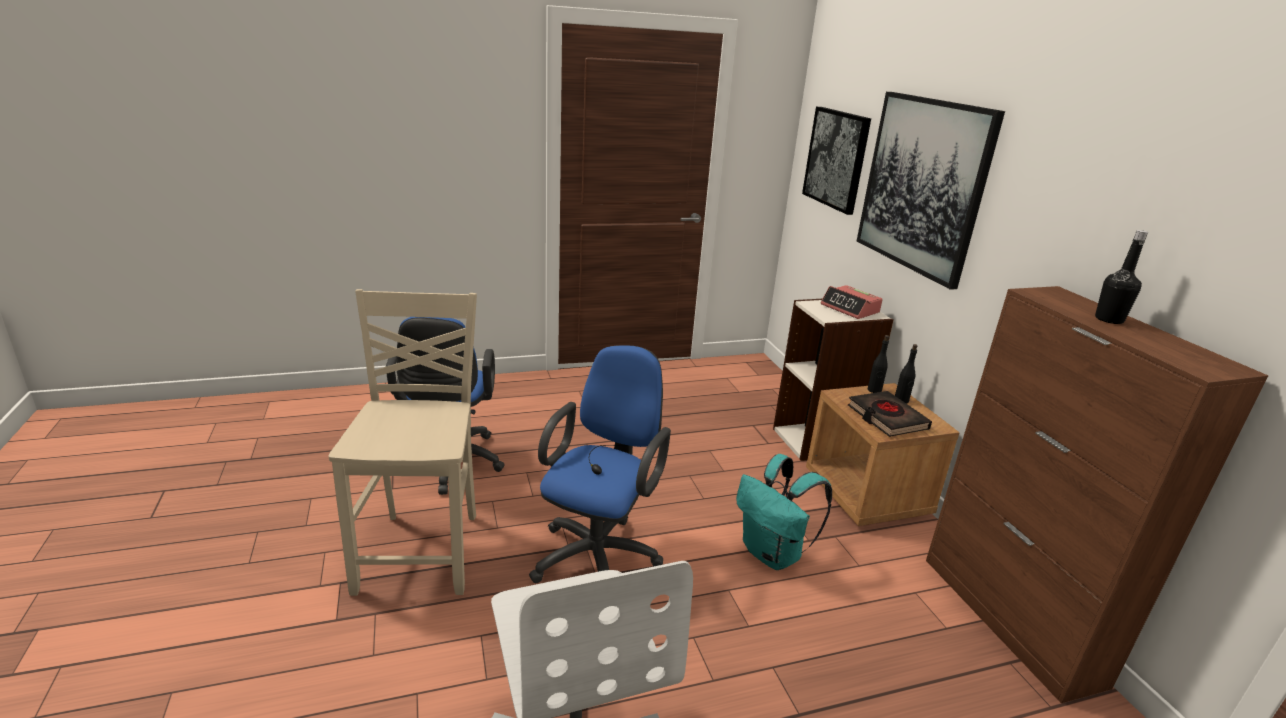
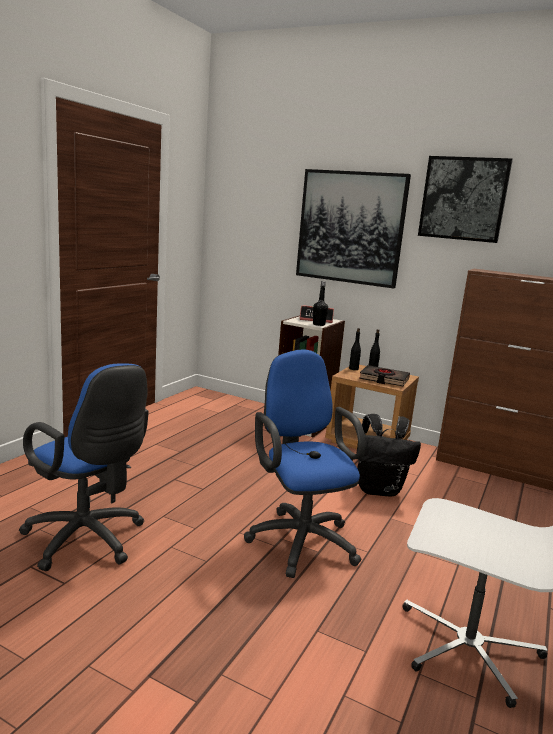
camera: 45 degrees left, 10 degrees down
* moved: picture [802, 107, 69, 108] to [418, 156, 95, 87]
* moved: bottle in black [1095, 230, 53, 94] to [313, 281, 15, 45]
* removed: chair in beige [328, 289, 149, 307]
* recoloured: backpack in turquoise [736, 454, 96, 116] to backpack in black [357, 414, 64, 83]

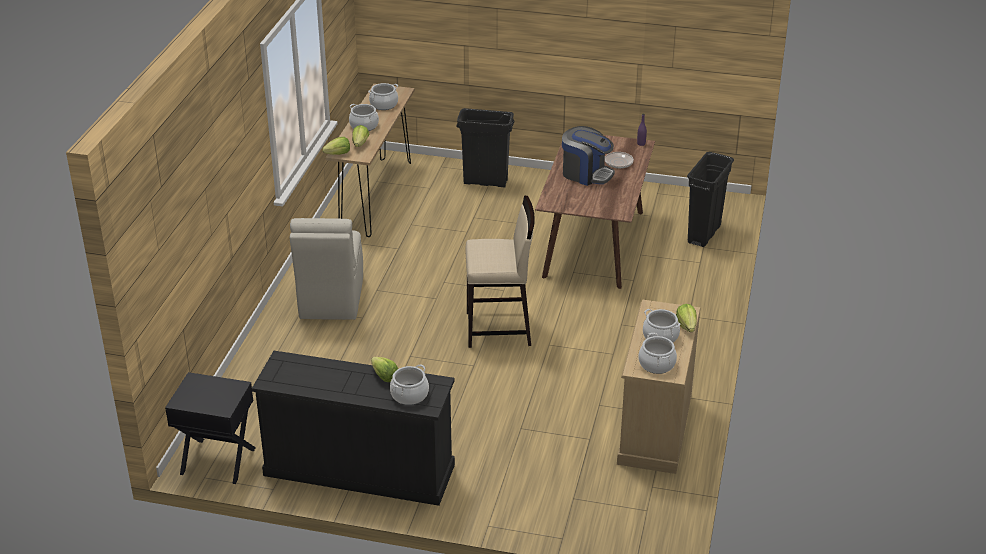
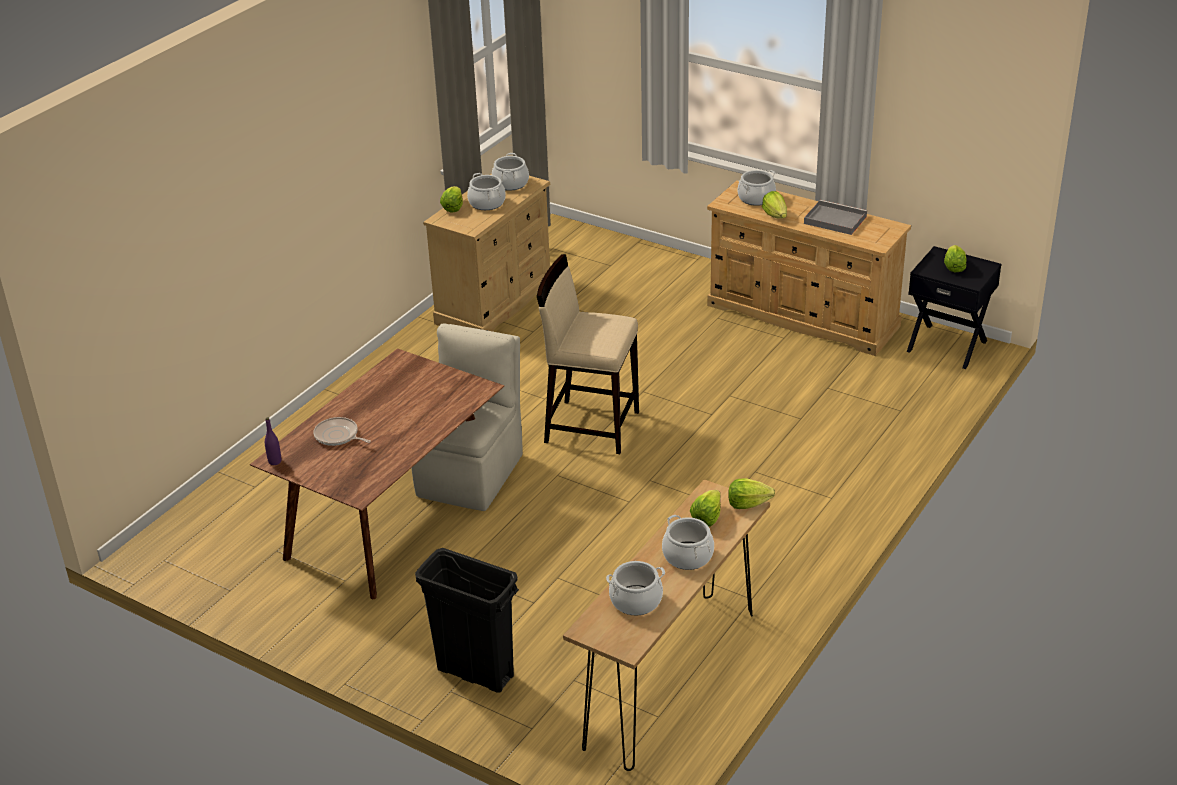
camera: 160 degrees left, 0 degrees up
* removed: coffee machine [562, 126, 53, 60]
* removed: trash can in black [687, 152, 47, 95]
* moved: chair in beige [290, 218, 73, 102] to [411, 323, 112, 188]
* recoloured: dresser in black [252, 351, 203, 155] to dresser in beige [707, 180, 204, 176]
* added: tray in grey [804, 200, 63, 35]
* added: lettuce [944, 245, 23, 27]

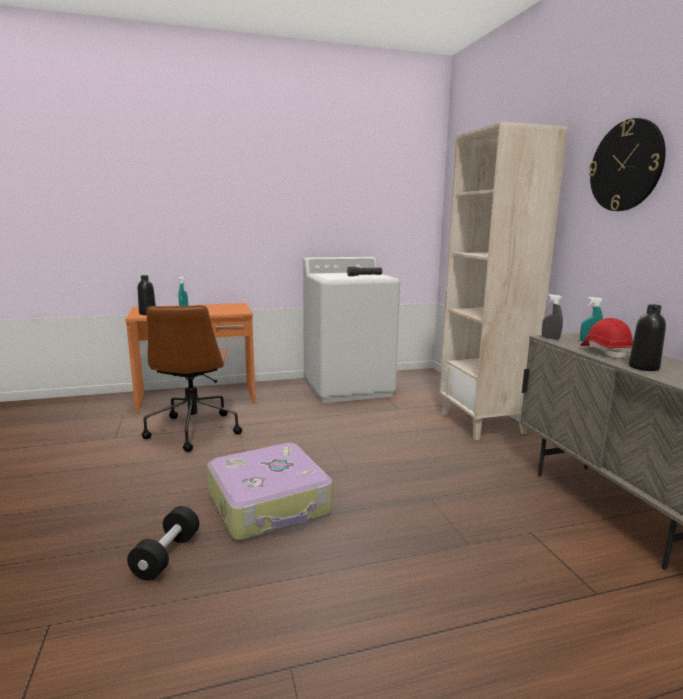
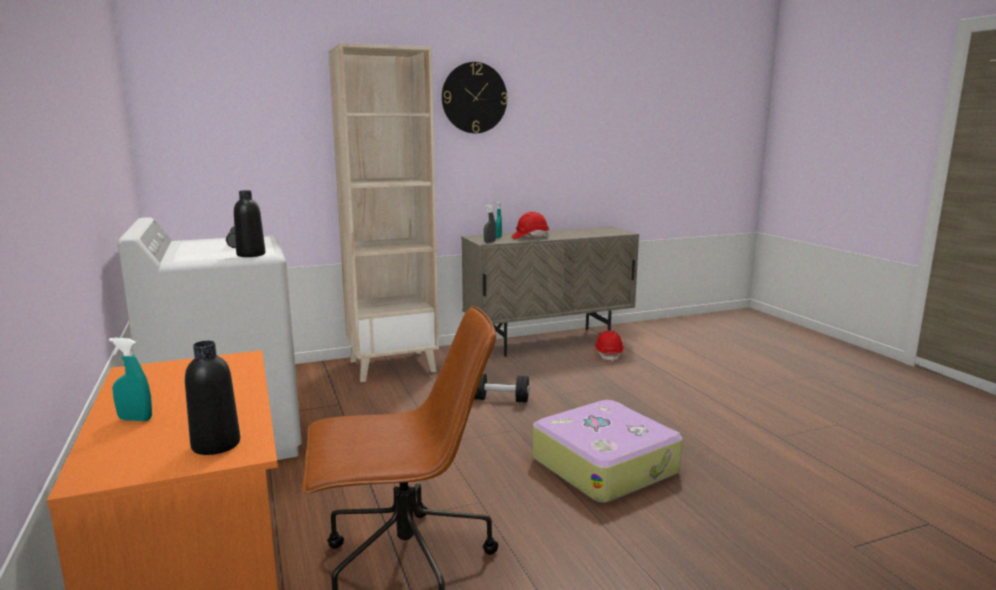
camera: 95 degrees left, 0 degrees up
* moved: bottle in black [629, 304, 37, 67] to [234, 190, 31, 67]
* moved: dumbbell in black [127, 506, 73, 75] to [474, 374, 55, 28]
* added: hard hat in red [594, 330, 30, 32]

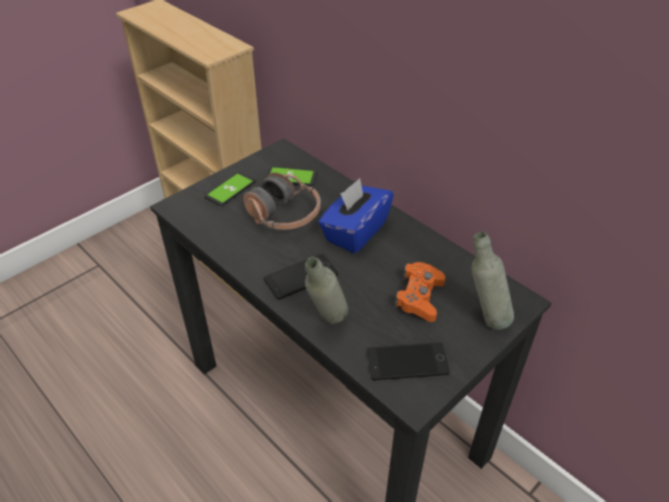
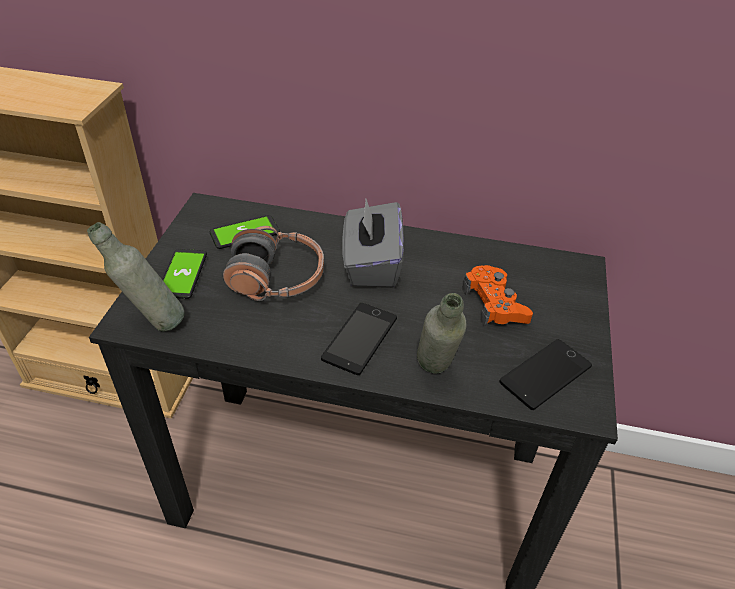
camera: 35 degrees left, 0 degrees up
* recoloured: tissue box in blue [318, 178, 76, 75] to tissue box in grey [342, 199, 62, 89]
* moved: bottle in grey [472, 232, 42, 98] to [87, 222, 98, 110]

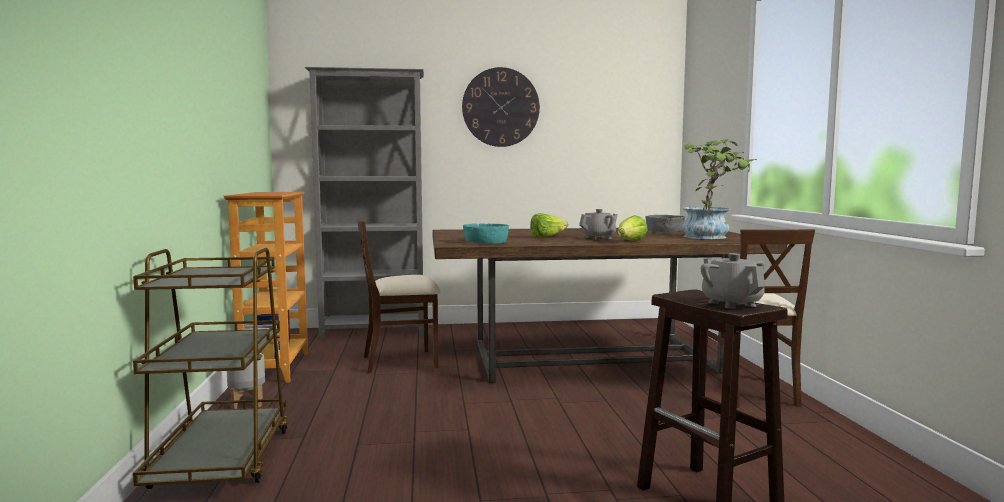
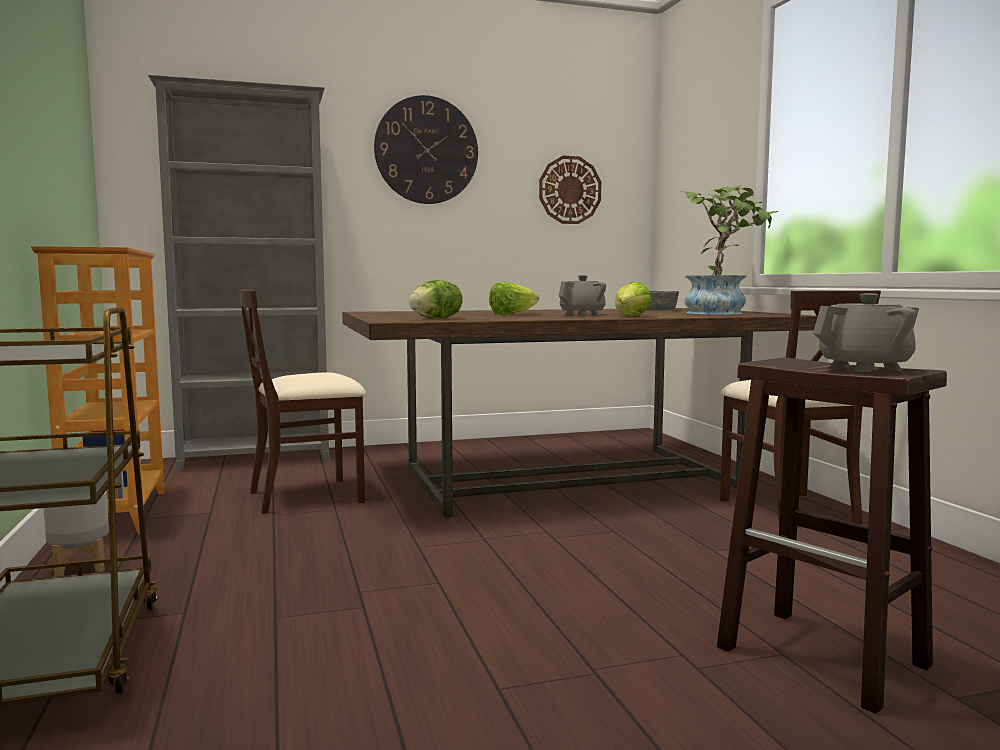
camera: 10 degrees left, 0 degrees up
* replaced: bowl in turquoise [463, 223, 46, 21] to lettuce [409, 280, 54, 39]
* turned: teapot in grey [701, 253, 64, 56] = [813, 293, 106, 79] 105 degrees clockwise
* added: wall clock [539, 156, 62, 68]

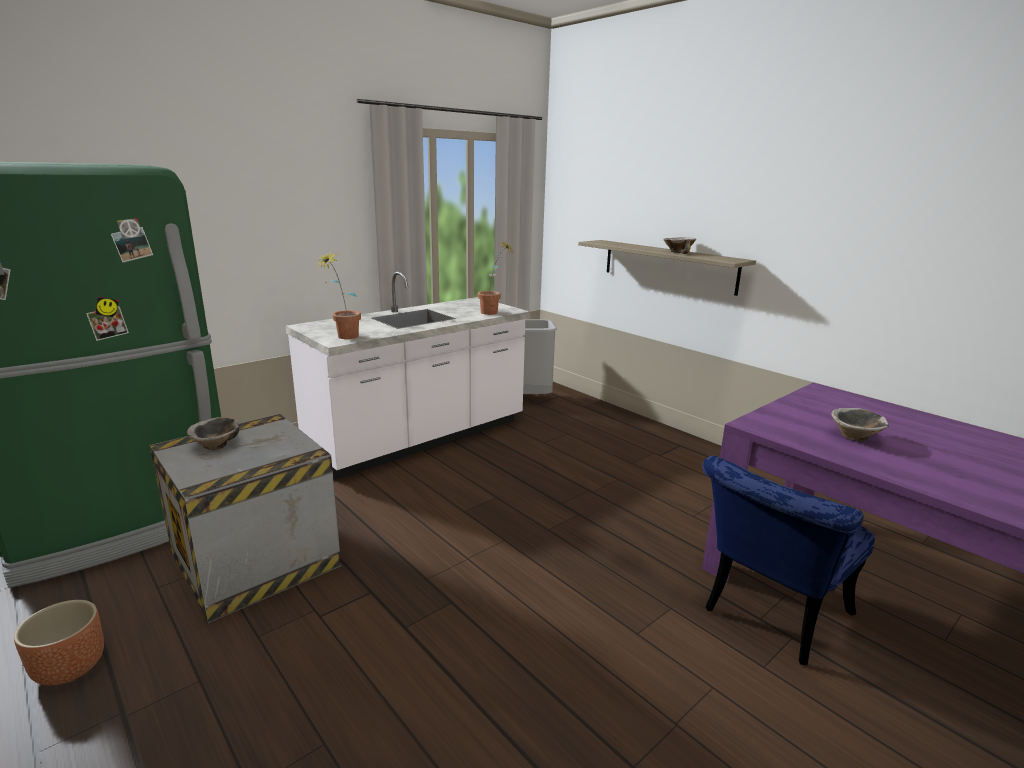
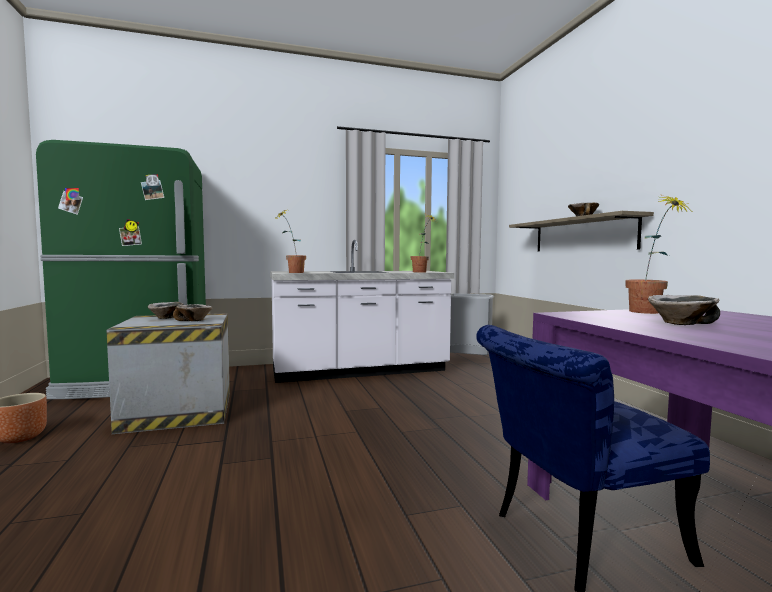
camera: 25 degrees right, 15 degrees down
* added: potted plant [625, 194, 66, 120]
* added: bowl [173, 304, 39, 17]

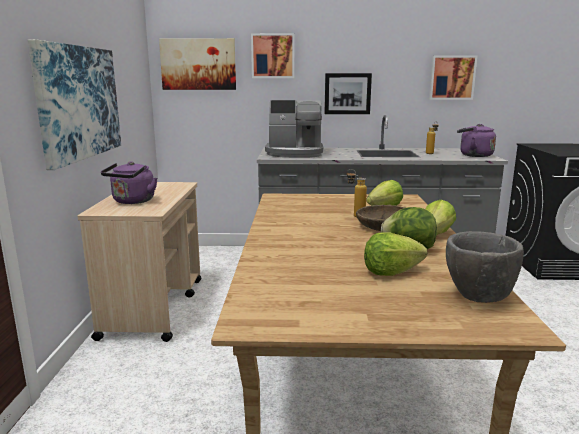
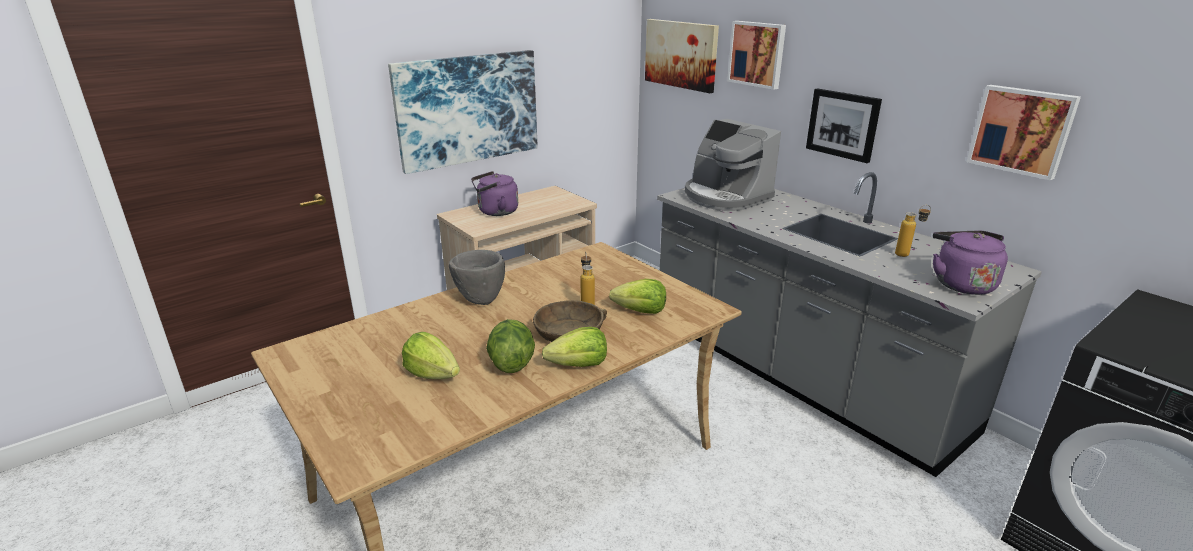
camera: 50 degrees right, 10 degrees up
* moved: bowl in grey [446, 231, 78, 72] to [449, 250, 56, 55]

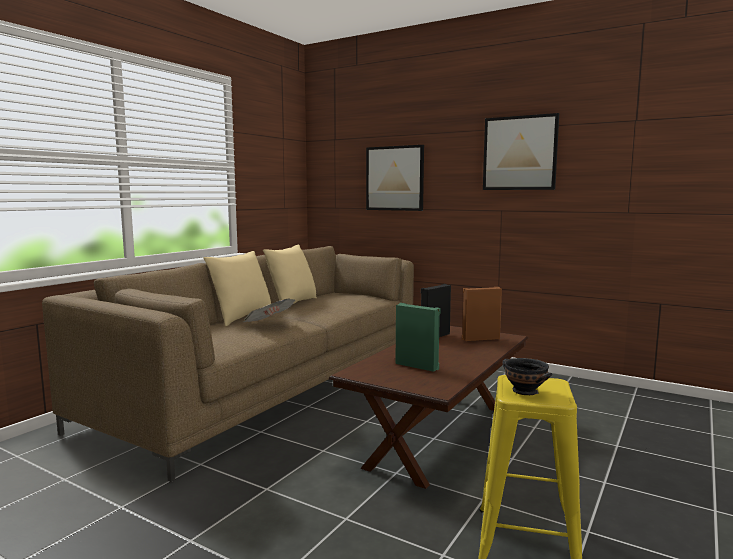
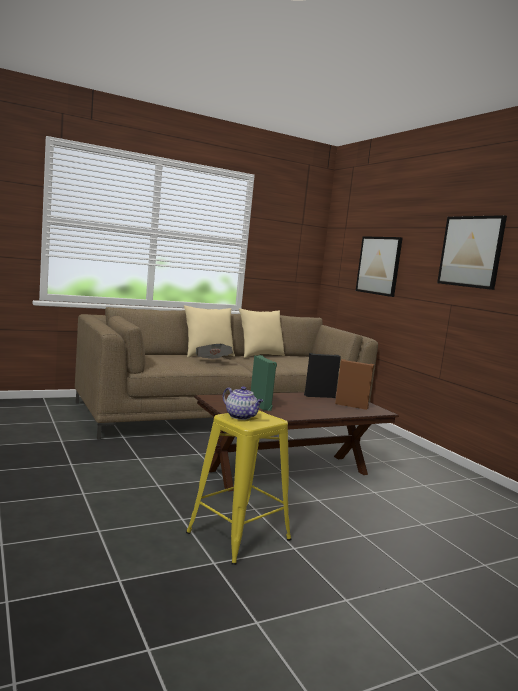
camera: 30 degrees right, 0 degrees up
* replaced: bowl in black [502, 358, 50, 37] to teapot [223, 386, 40, 34]

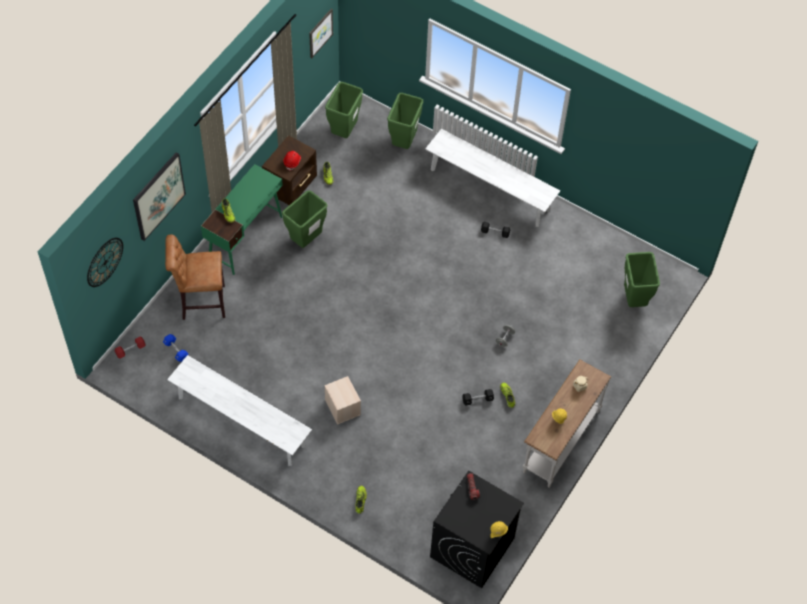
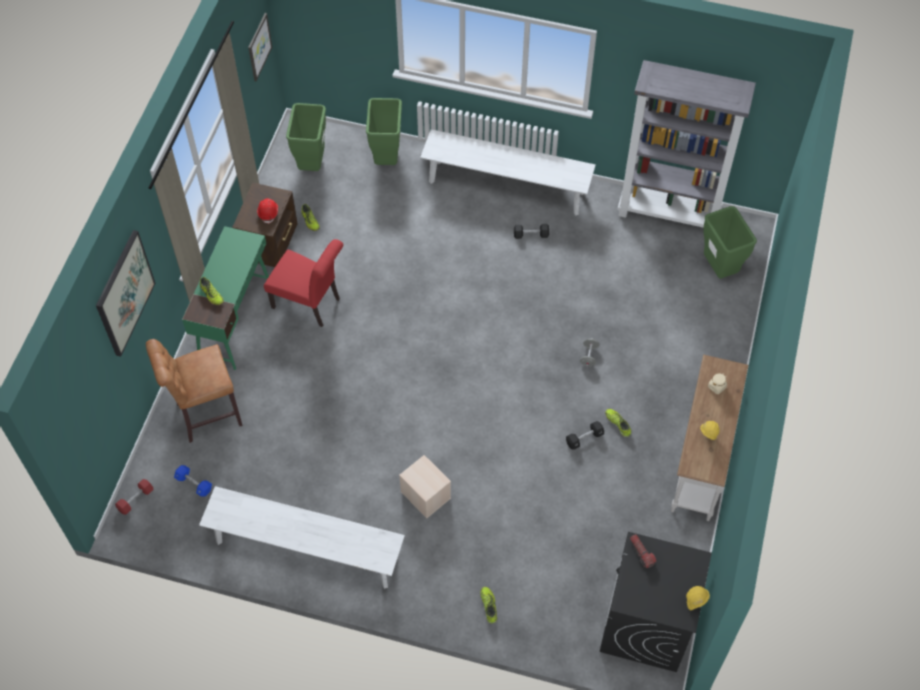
camera: 15 degrees left, 0 degrees up
* replaced: trash can in green [282, 190, 46, 58] to chair in red [264, 239, 79, 88]
* removed: wall clock [87, 238, 36, 49]
* added: bookcase in grey [618, 60, 138, 168]

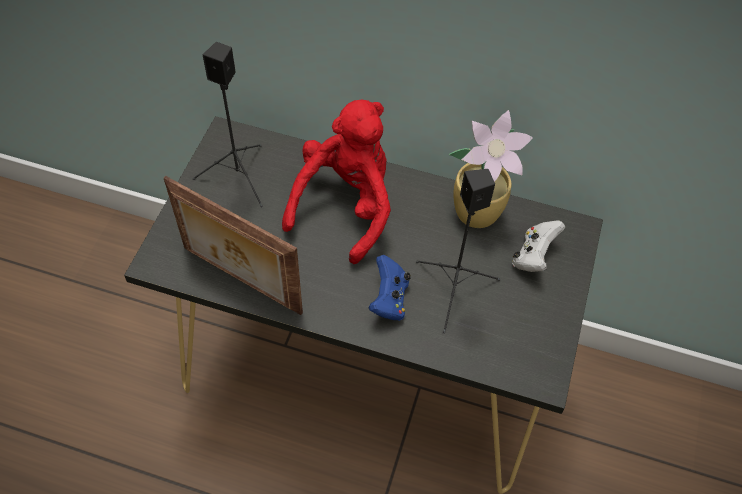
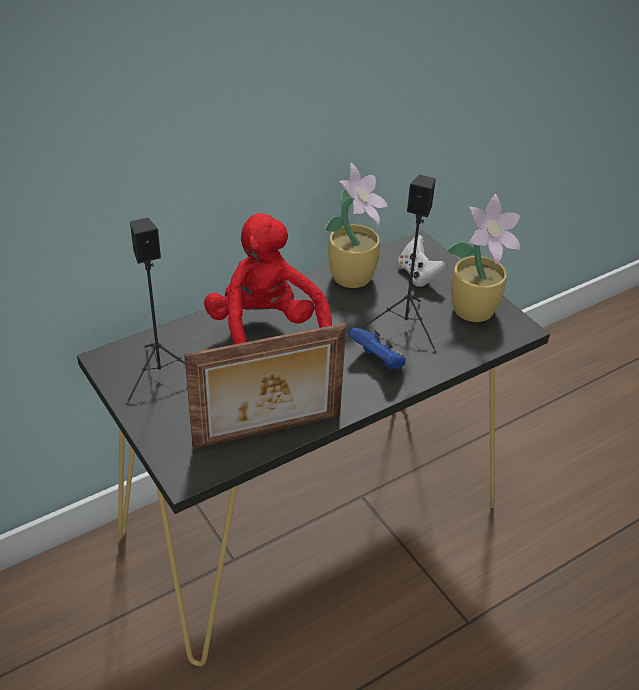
camera: 50 degrees left, 15 degrees down
* added: potted plant [447, 194, 74, 128]

